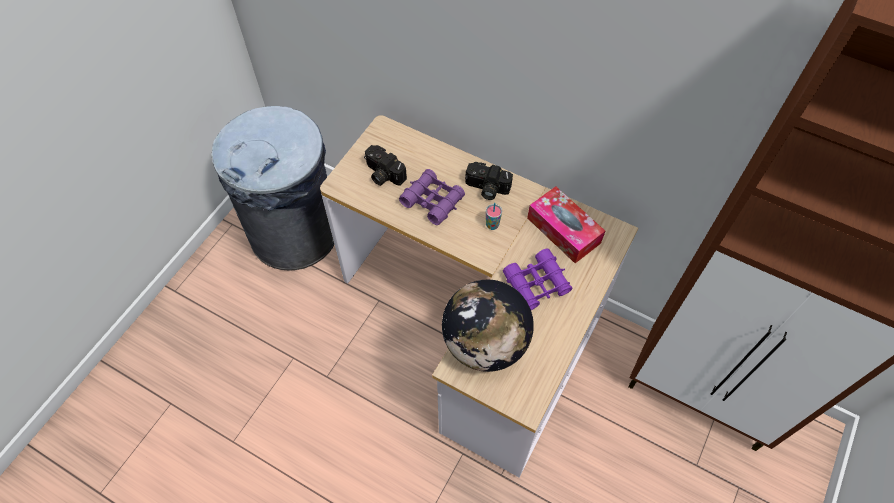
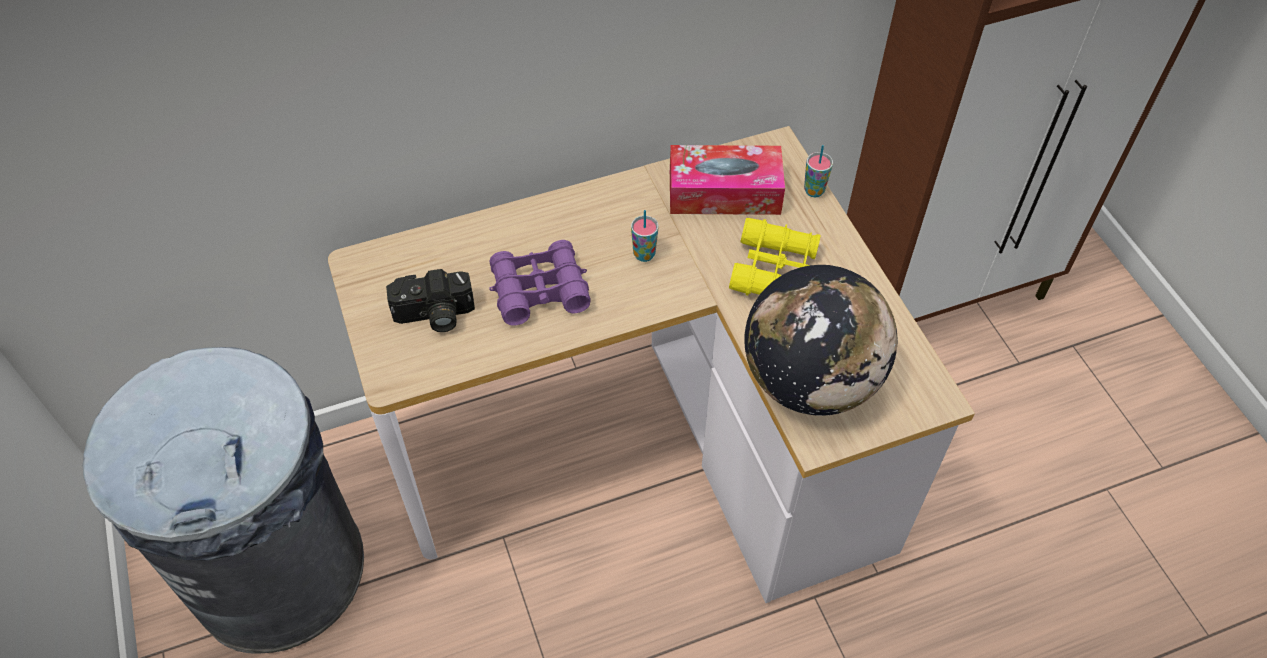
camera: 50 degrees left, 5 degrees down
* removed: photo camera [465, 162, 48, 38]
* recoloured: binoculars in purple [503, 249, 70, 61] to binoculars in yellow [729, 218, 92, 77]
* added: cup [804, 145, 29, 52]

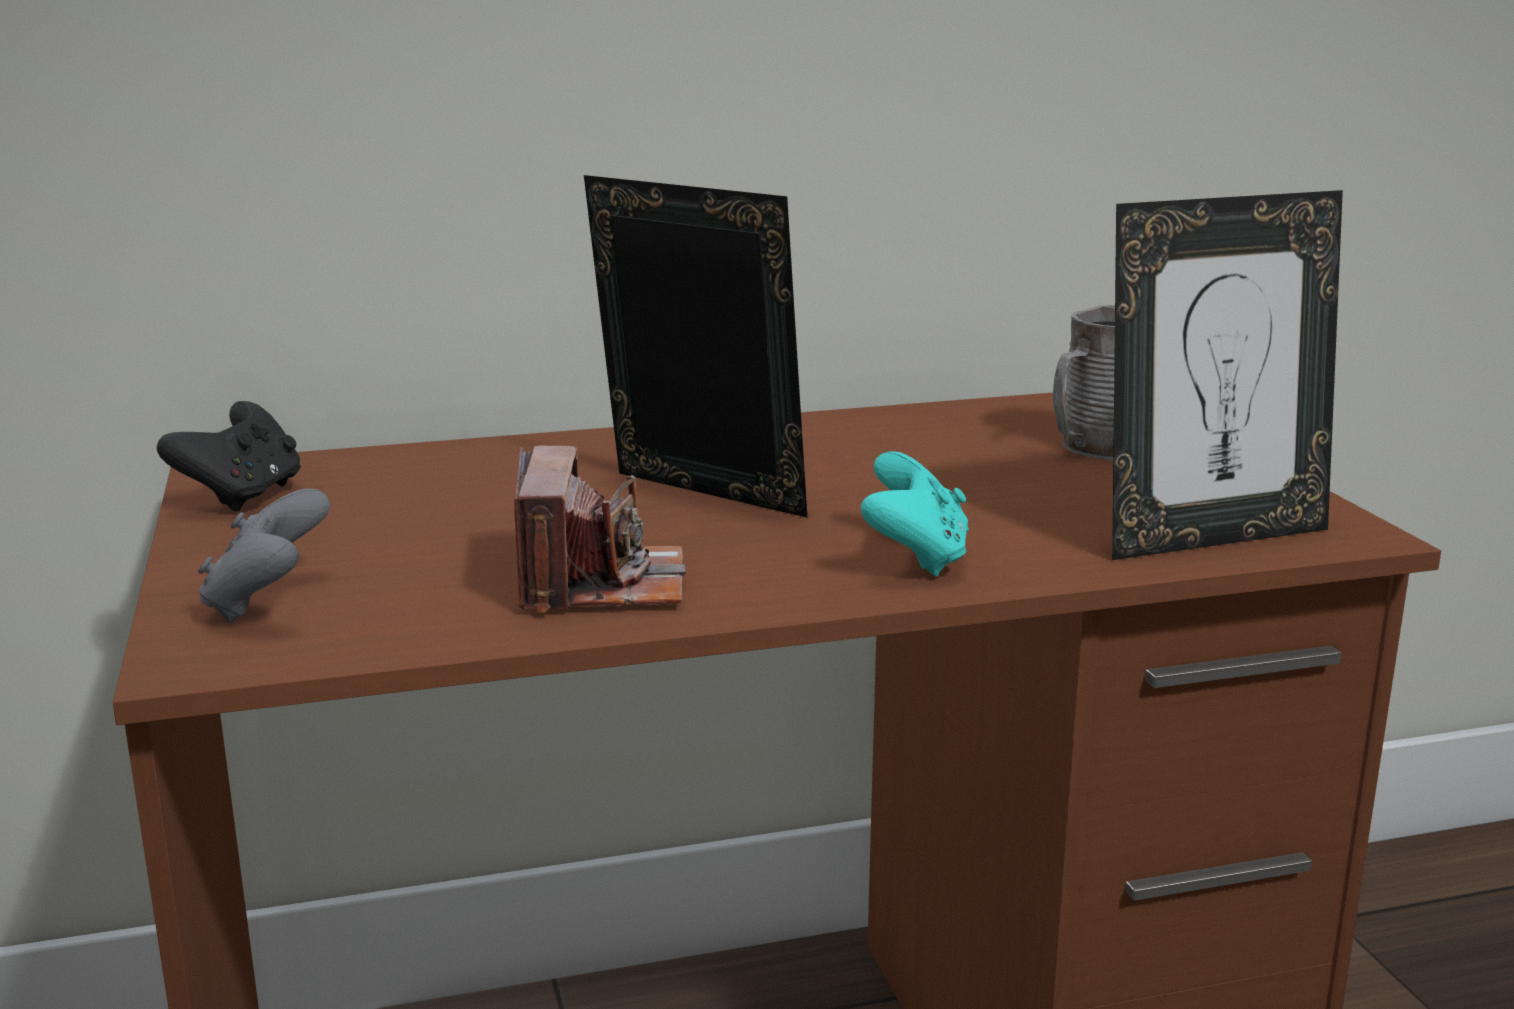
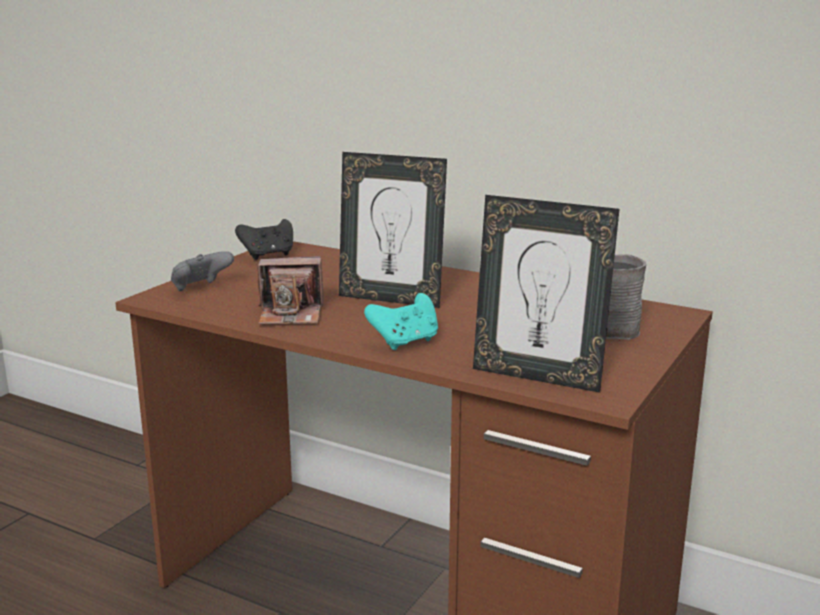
camera: 45 degrees right, 0 degrees up
* turned: picture frame [584, 175, 223, 342] = [339, 152, 108, 156] 120 degrees clockwise
* turned: photo camera [514, 446, 172, 167] = [257, 256, 67, 68] 45 degrees clockwise

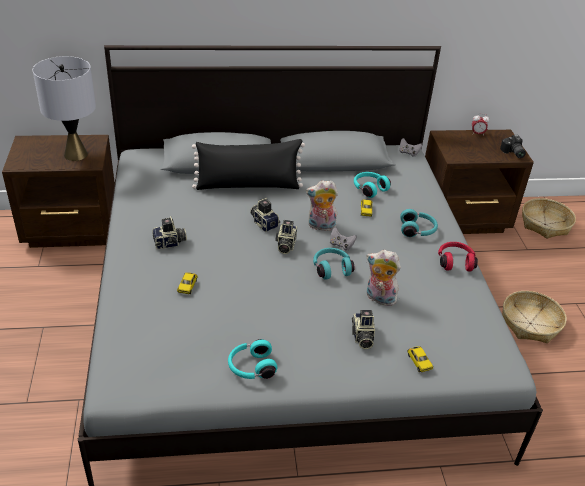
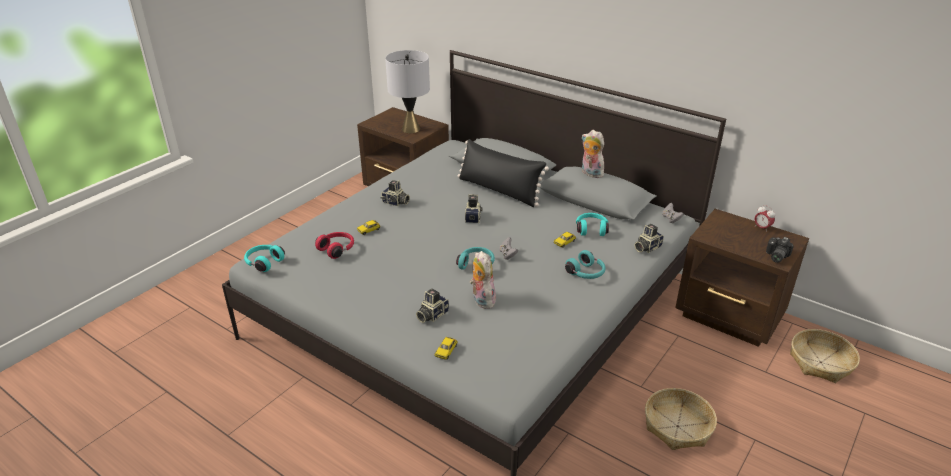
camera: 45 degrees right, 5 degrees down
* moved: plush toy [306, 180, 32, 51] to [581, 130, 23, 48]
* moved: photo camera [275, 220, 22, 34] to [634, 224, 30, 29]
* moved: headphones in red [438, 242, 40, 29] to [315, 232, 39, 27]
* moved: headphones in turquoise [228, 339, 49, 40] to [244, 245, 41, 27]

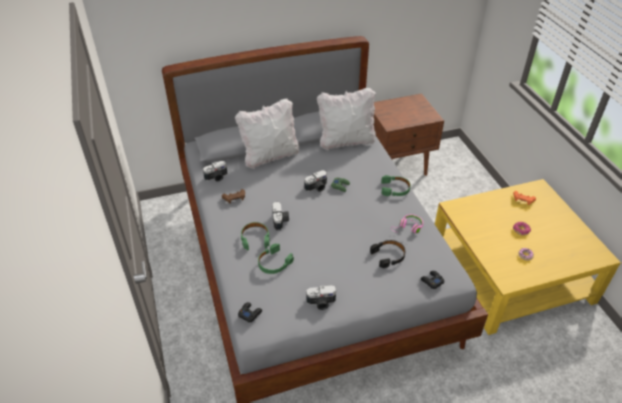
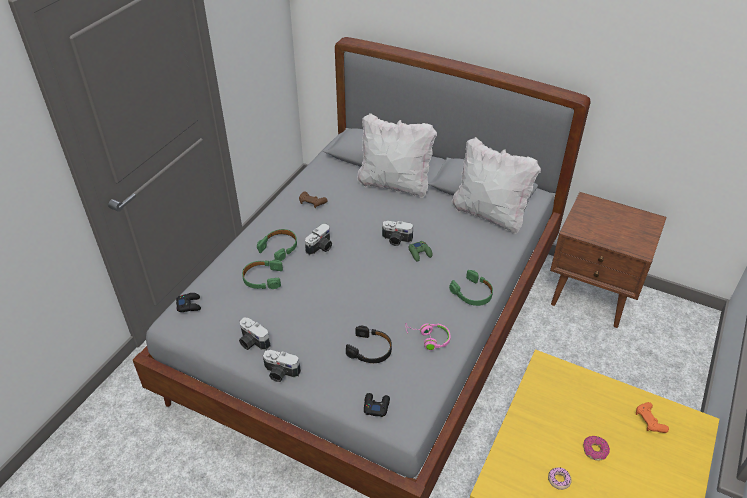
camera: 45 degrees right, 0 degrees up
* moved: photo camera [203, 161, 24, 20] to [263, 350, 38, 32]

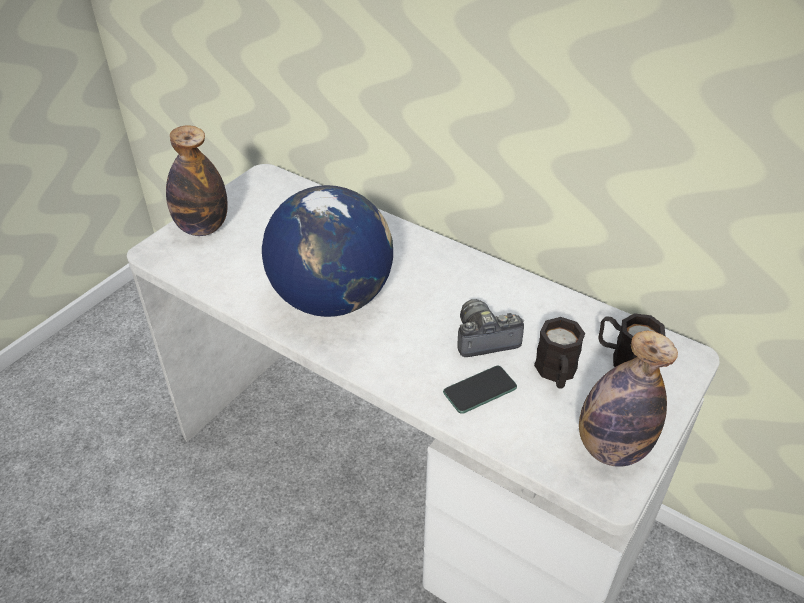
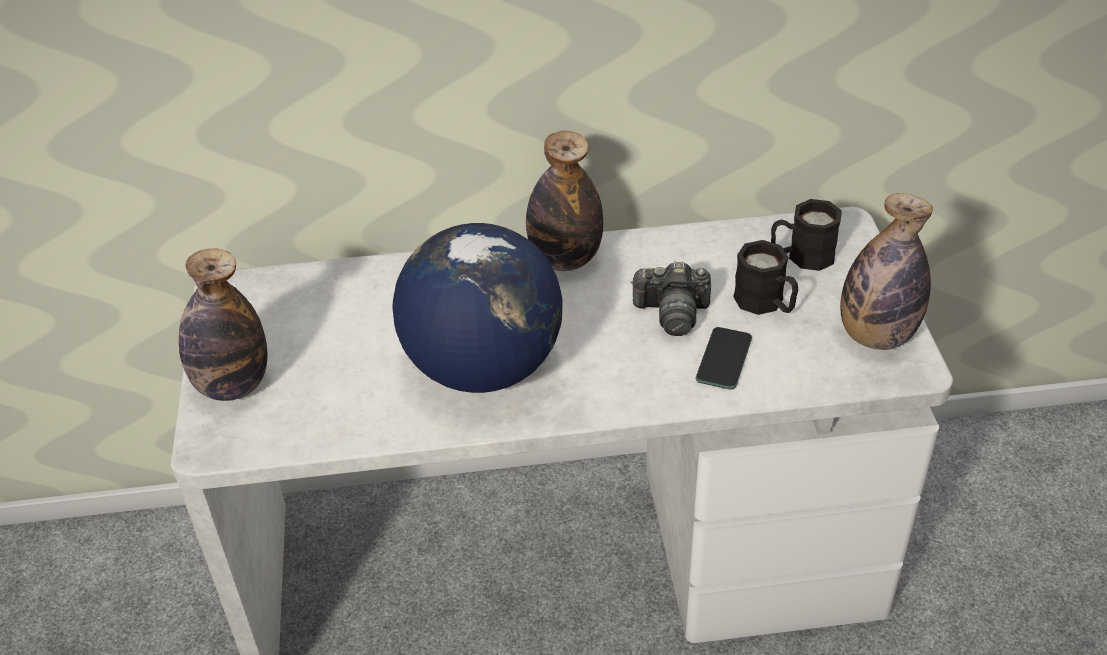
camera: 40 degrees left, 0 degrees up
* turned: photo camera [457, 299, 67, 58] = [630, 262, 81, 74] 120 degrees counterclockwise
* added: bottle [526, 131, 77, 140]

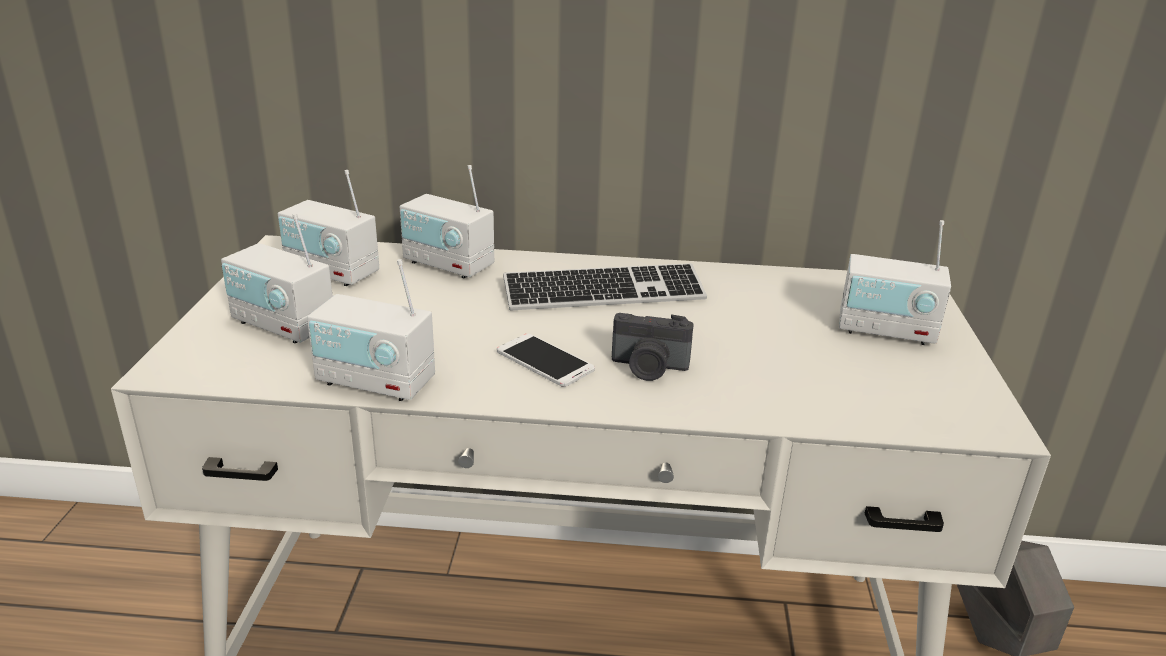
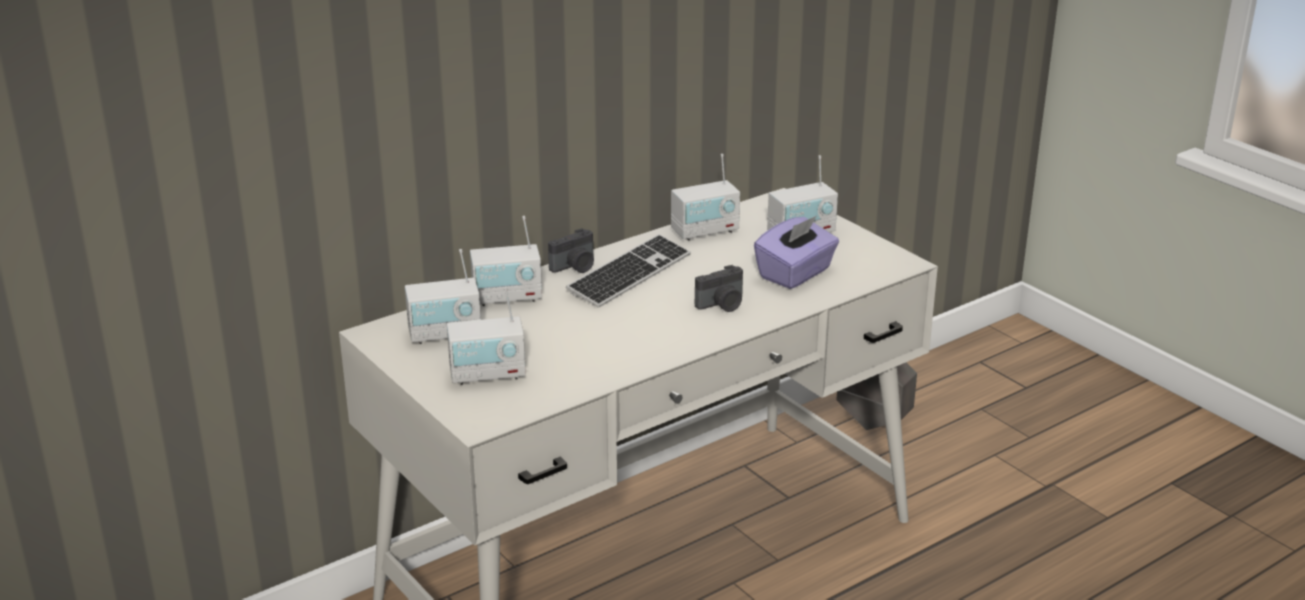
camera: 40 degrees left, 0 degrees up
* moved: radio [307, 259, 128, 142] to [671, 154, 69, 87]
* removed: phone [497, 334, 98, 53]
* added: tissue box in purple [754, 215, 85, 74]
* added: photo camera [548, 228, 46, 45]

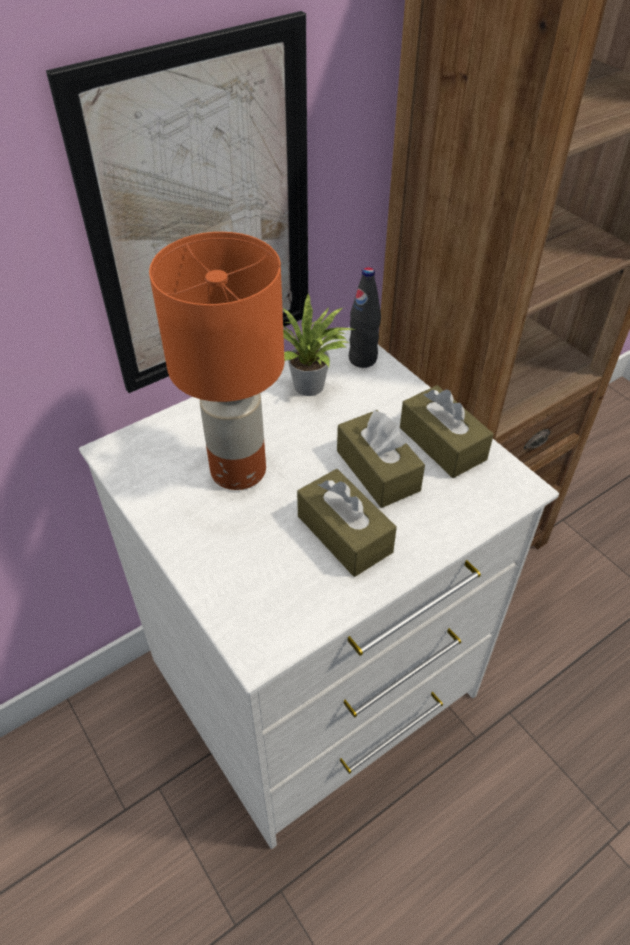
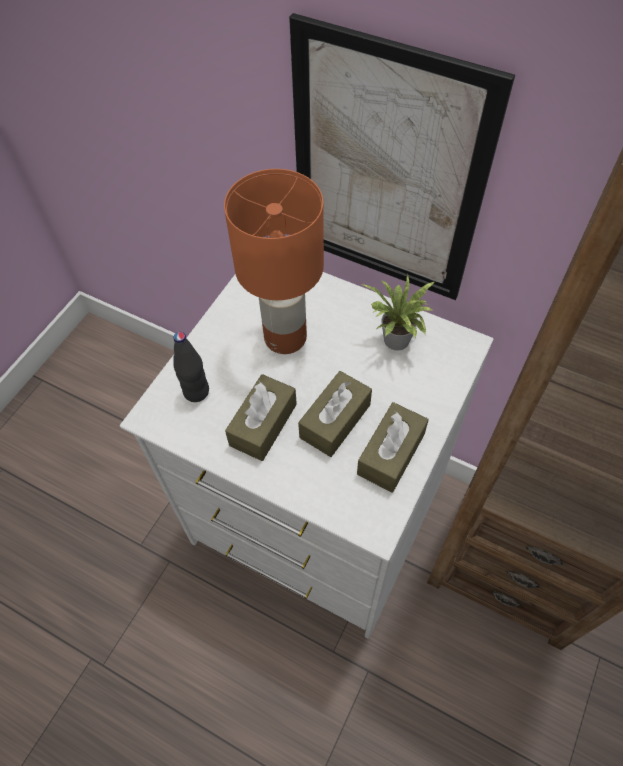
camera: 65 degrees right, 10 degrees up
* moved: bottle in black [349, 267, 32, 101] to [173, 332, 36, 70]

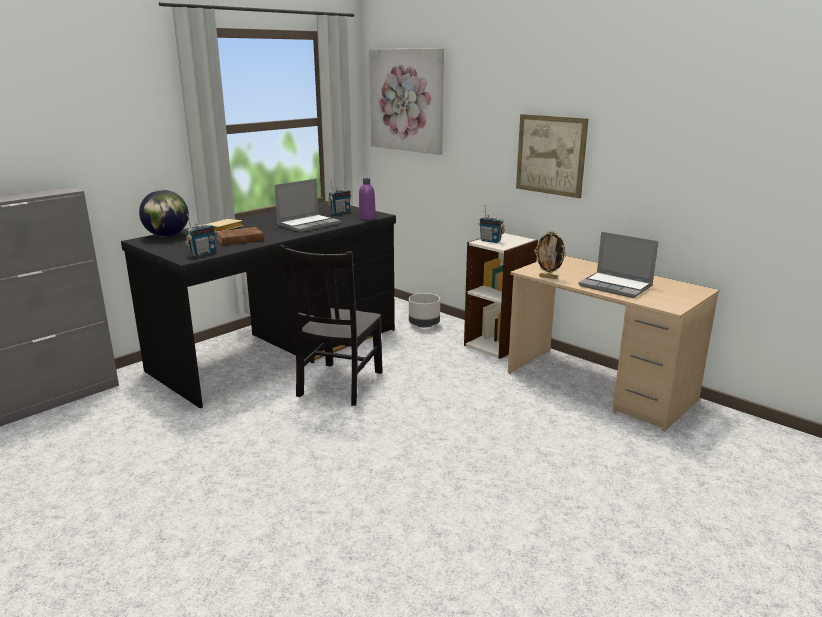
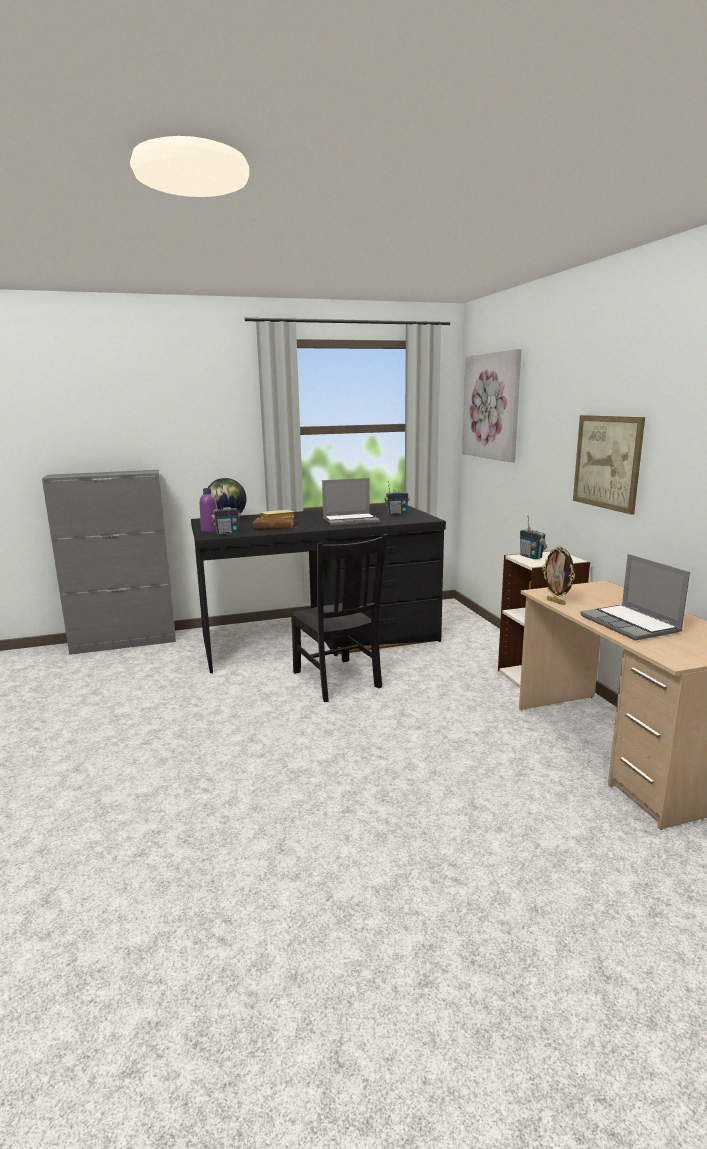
camera: 30 degrees right, 5 degrees down
* moved: bottle in purple [359, 178, 17, 42] to [200, 488, 17, 44]
* turned: chair in black [279, 245, 104, 161] = [291, 534, 97, 168] 75 degrees counterclockwise
* removed: planter in grey [409, 293, 31, 35]

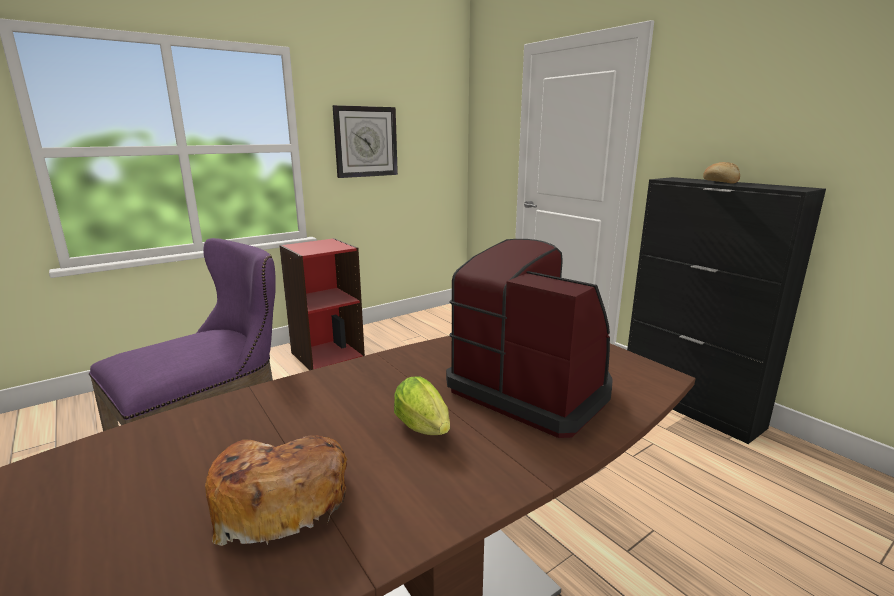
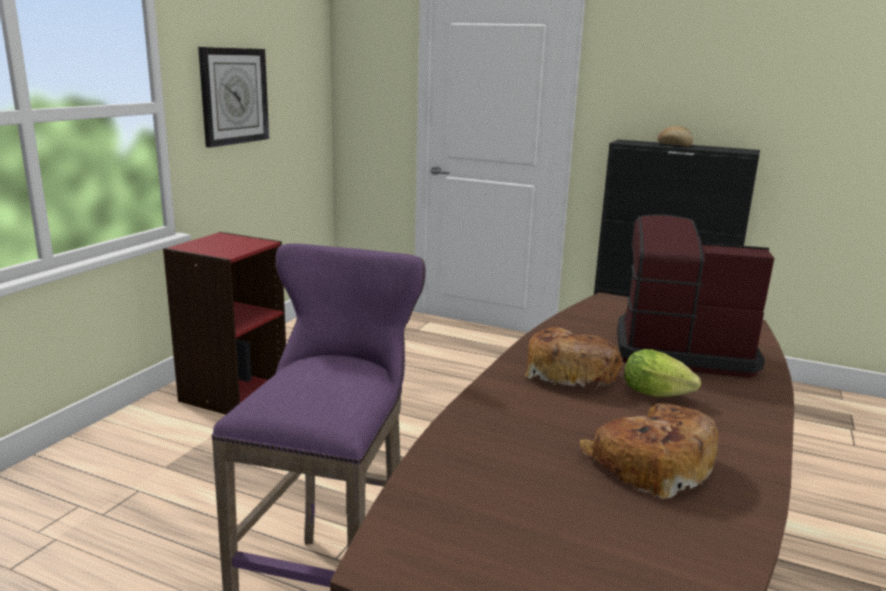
camera: 30 degrees left, 0 degrees up
* added: bread [525, 327, 98, 63]

